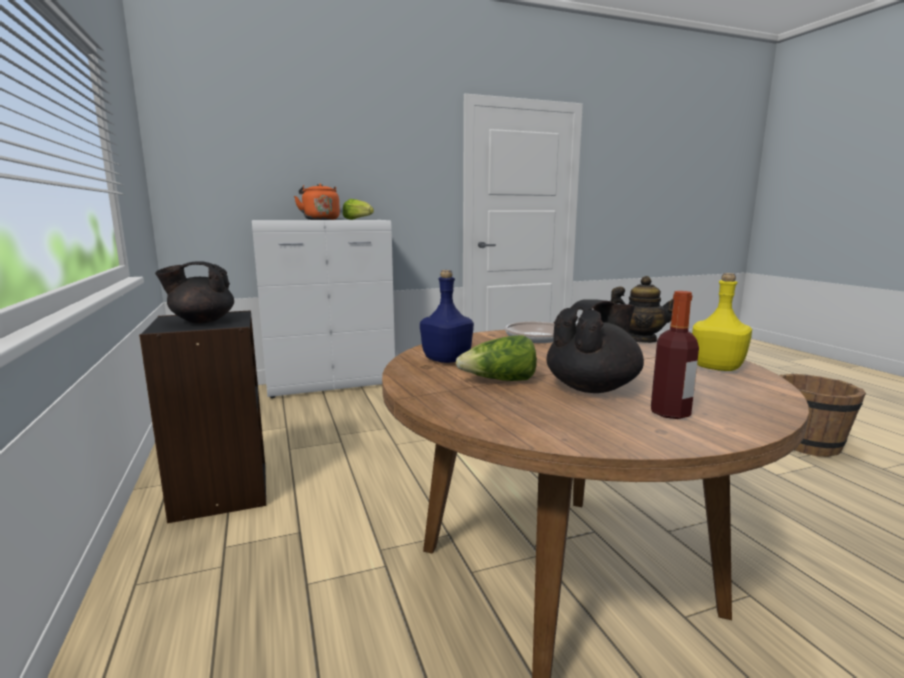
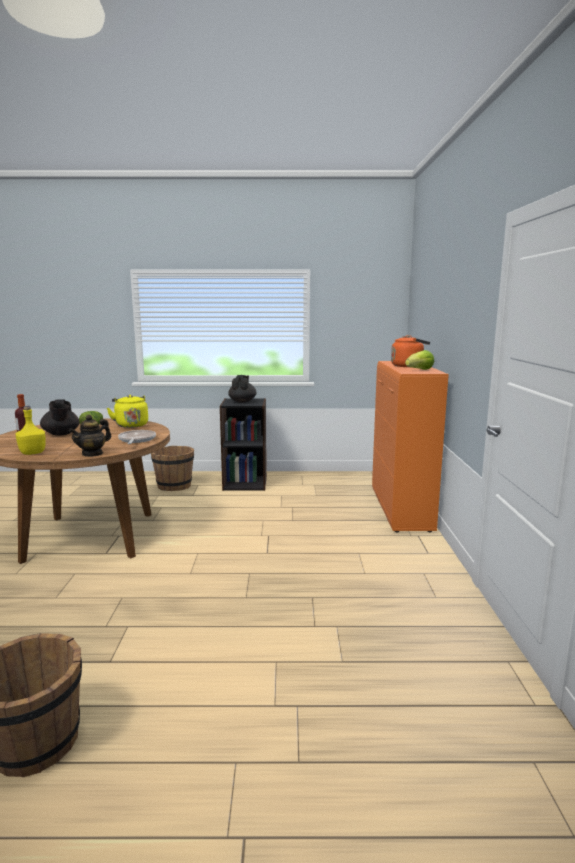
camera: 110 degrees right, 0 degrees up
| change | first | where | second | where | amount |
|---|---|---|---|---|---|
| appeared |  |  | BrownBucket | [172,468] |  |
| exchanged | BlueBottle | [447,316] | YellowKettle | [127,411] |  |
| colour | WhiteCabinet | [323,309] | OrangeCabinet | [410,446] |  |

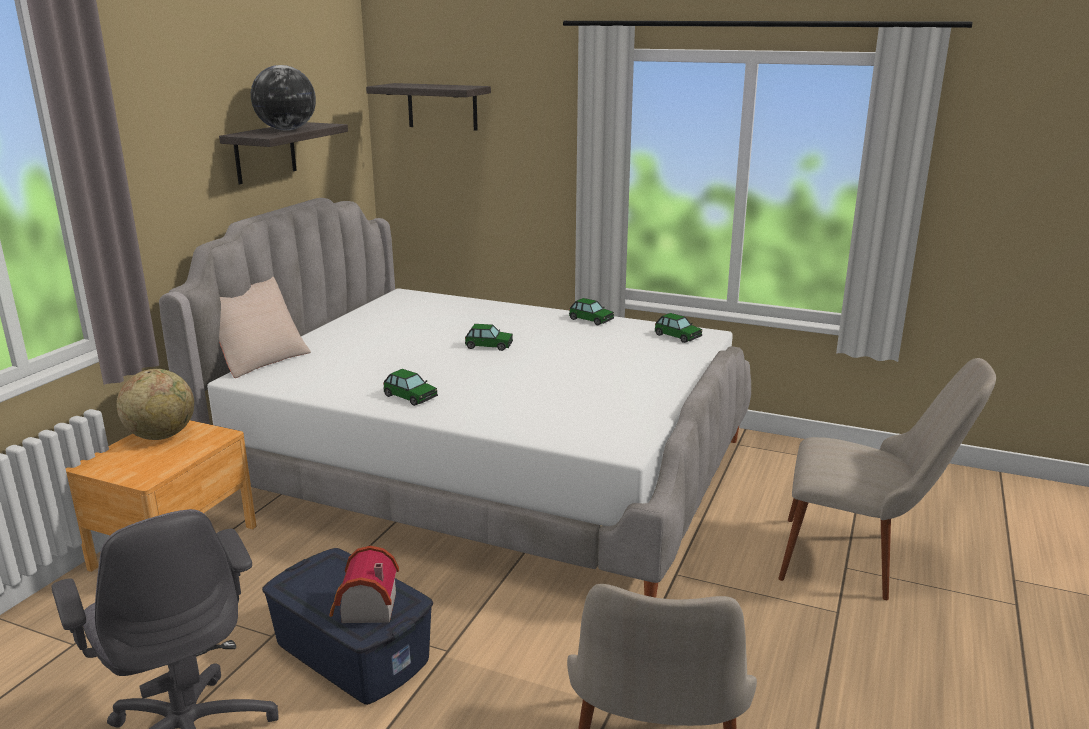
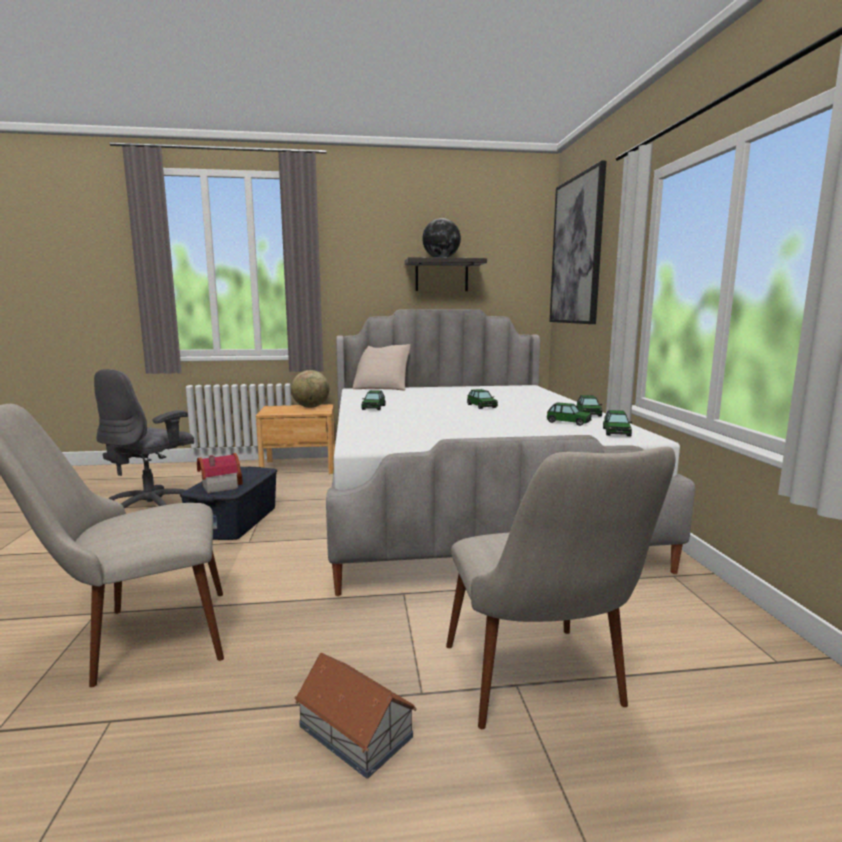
camera: 60 degrees right, 10 degrees down
| change | first | where | second | where | amount |
|---|---|---|---|---|---|
| appeared |  |  | ToyHouse | [355,716] |  |
| appeared |  |  | ToyCar | [569,414] |  |
| exchanged | Shelf | [428,107] | Picture | [577,242] |  |

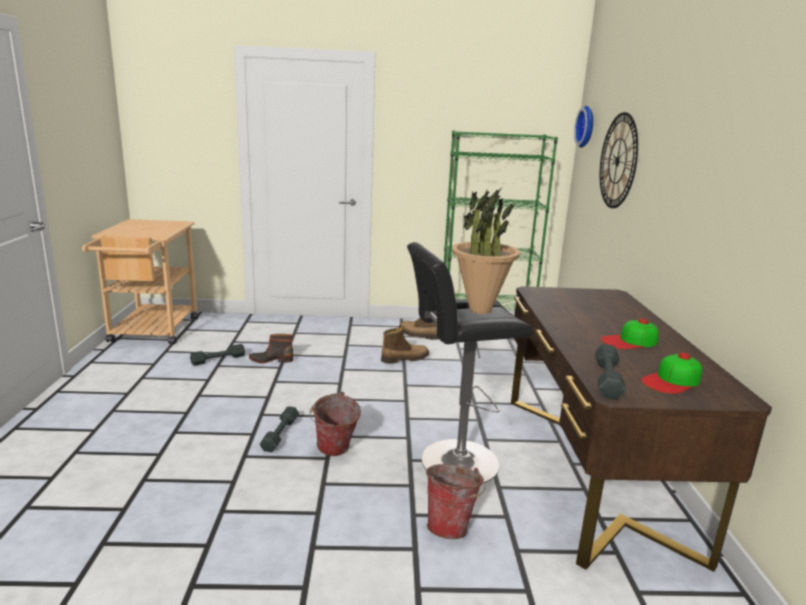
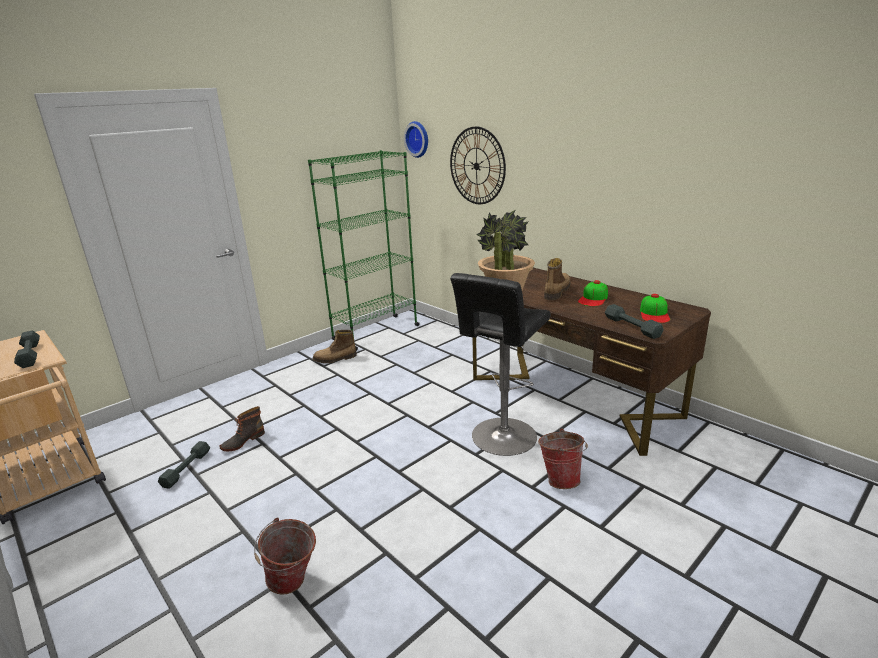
camera: 40 degrees left, 5 degrees up
| change | first | where | second | where | amount |
|---|---|---|---|---|---|
| relocated | GreyDumbbell | [279,429] |  | [27,349] |  |
| relocated | Bucket | [335,424] |  | [285,556] |  |
| relocated | Boot | [405,345] |  | [557,279] |  |

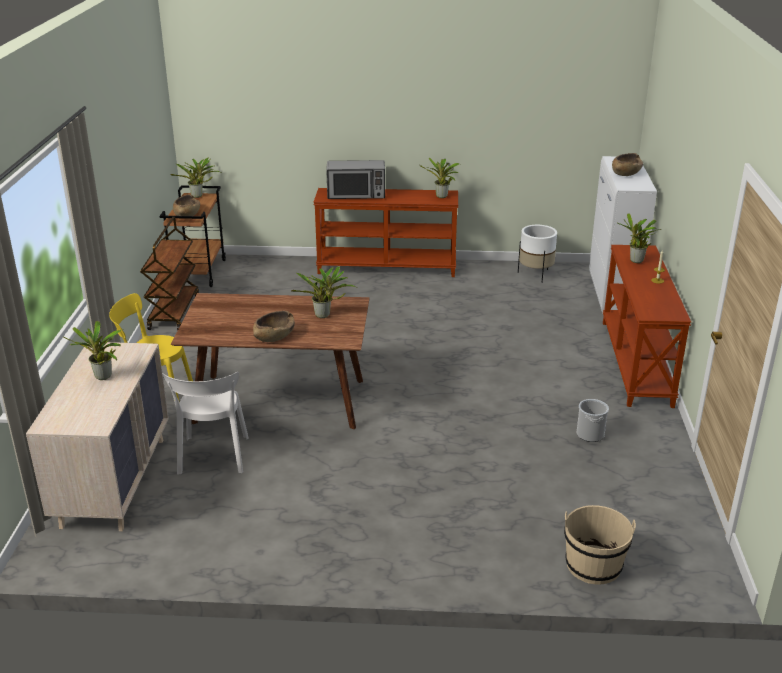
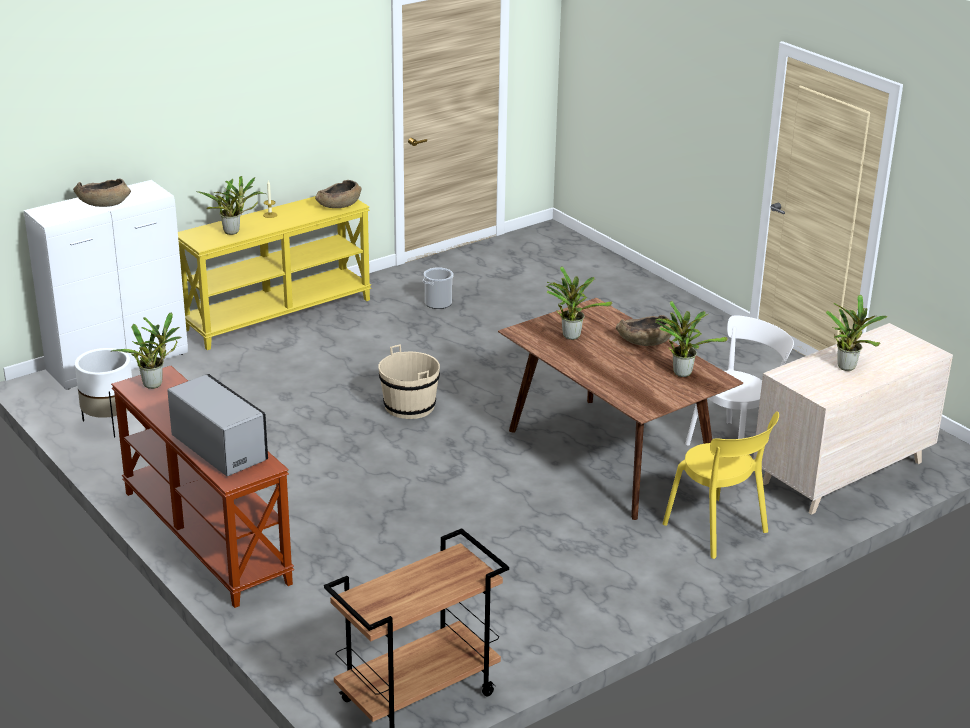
camera: 130 degrees left, 0 degrees up
| change | first | where | second | where | amount |
|---|---|---|---|---|---|
| missing | BrownCart | [169,274] |  |  |  |
| relocated | PottedPlant | [194,178] |  | [691,339] |  |
| relocated | BrownBowl | [186,205] |  | [338,194] |  |
| relocated | BeigeBucket | [600,545] |  | [409,381] |  |
| colour | BrownConsoleTable | [647,326] | YellowConsoleTable | [274,273] |  |

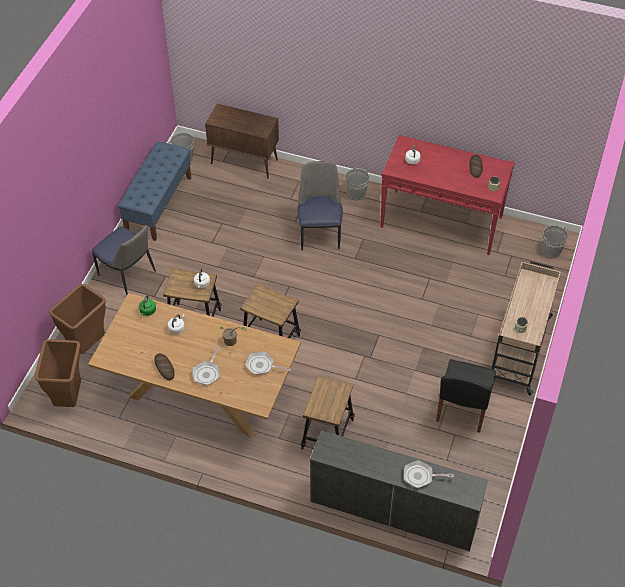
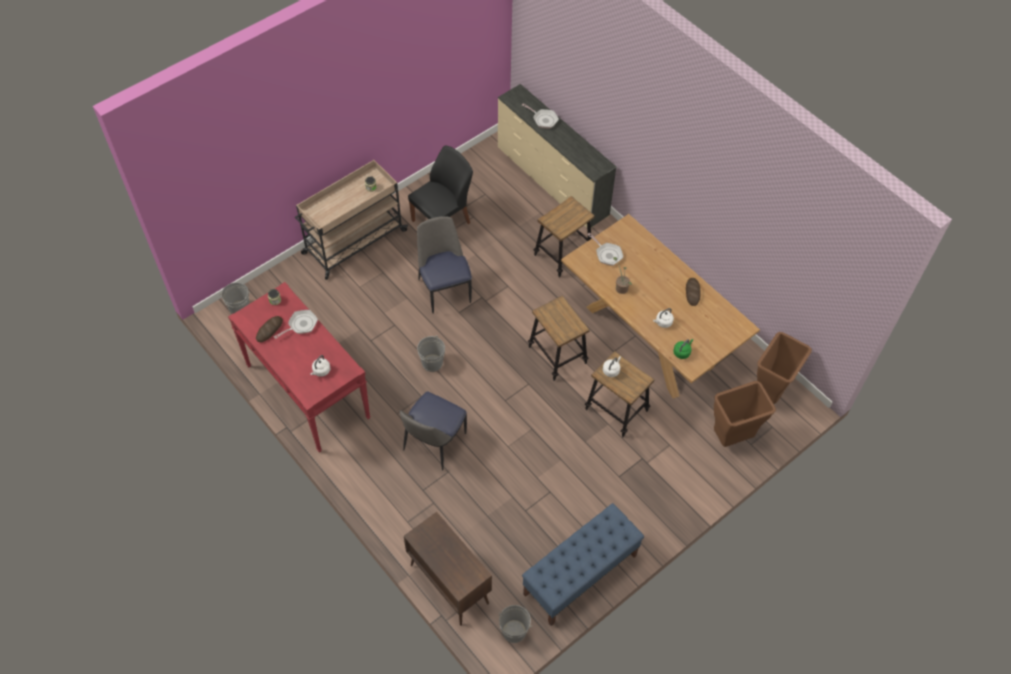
camera: 150 degrees left, 5 degrees up
| change | first | where | second | where | amount |
|---|---|---|---|---|---|
| relocated | Chair | [124,259] |  | [444,265] |  |
| relocated | FryingPan | [206,366] |  | [296,324] |  |
| relocated | GreyBucket | [357,184] |  | [431,353] |  |

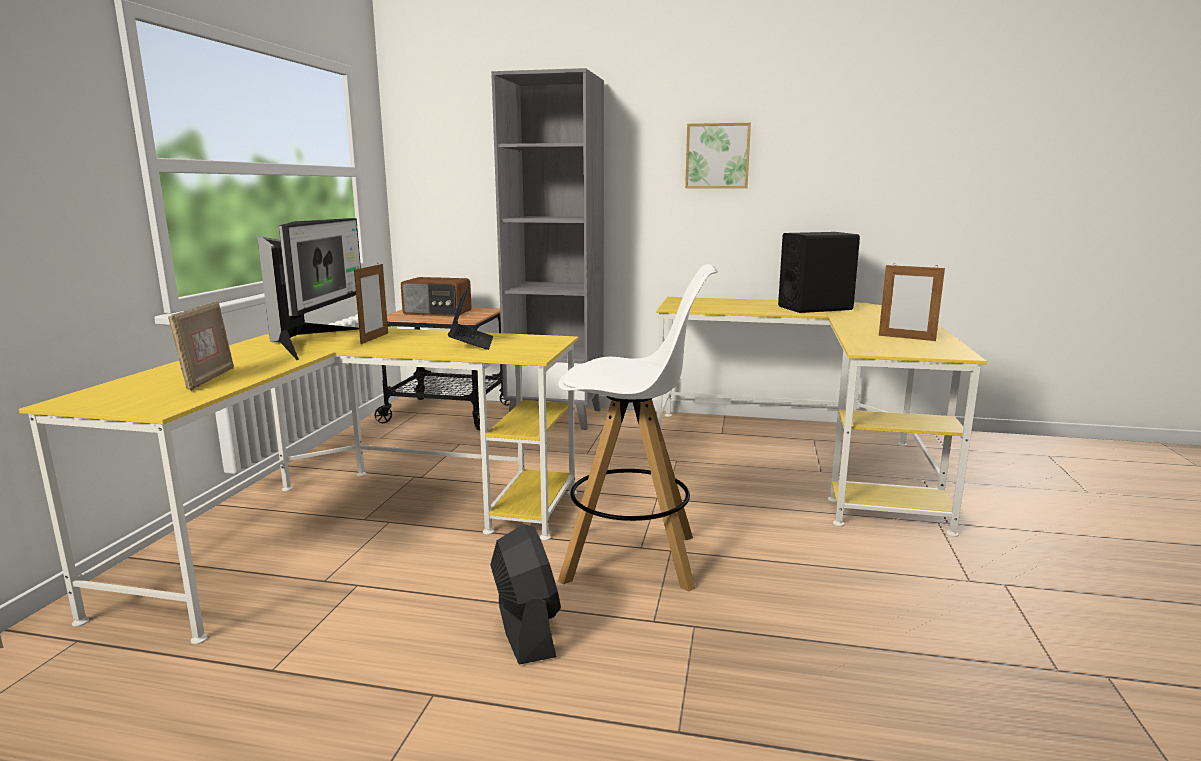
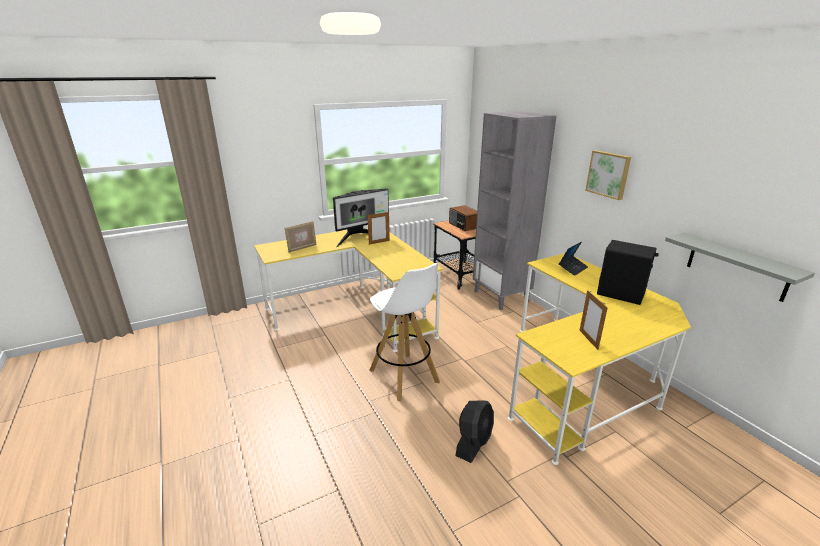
camera: 50 degrees right, 10 degrees up
| change | first | where | second | where | amount |
|---|---|---|---|---|---|
| appeared |  |  | GreyShelf | [740,267] |  |
| relocated | Laptop | [470,318] |  | [573,258] |  |
| relocated | BlackFan | [525,594] |  | [474,431] |  |

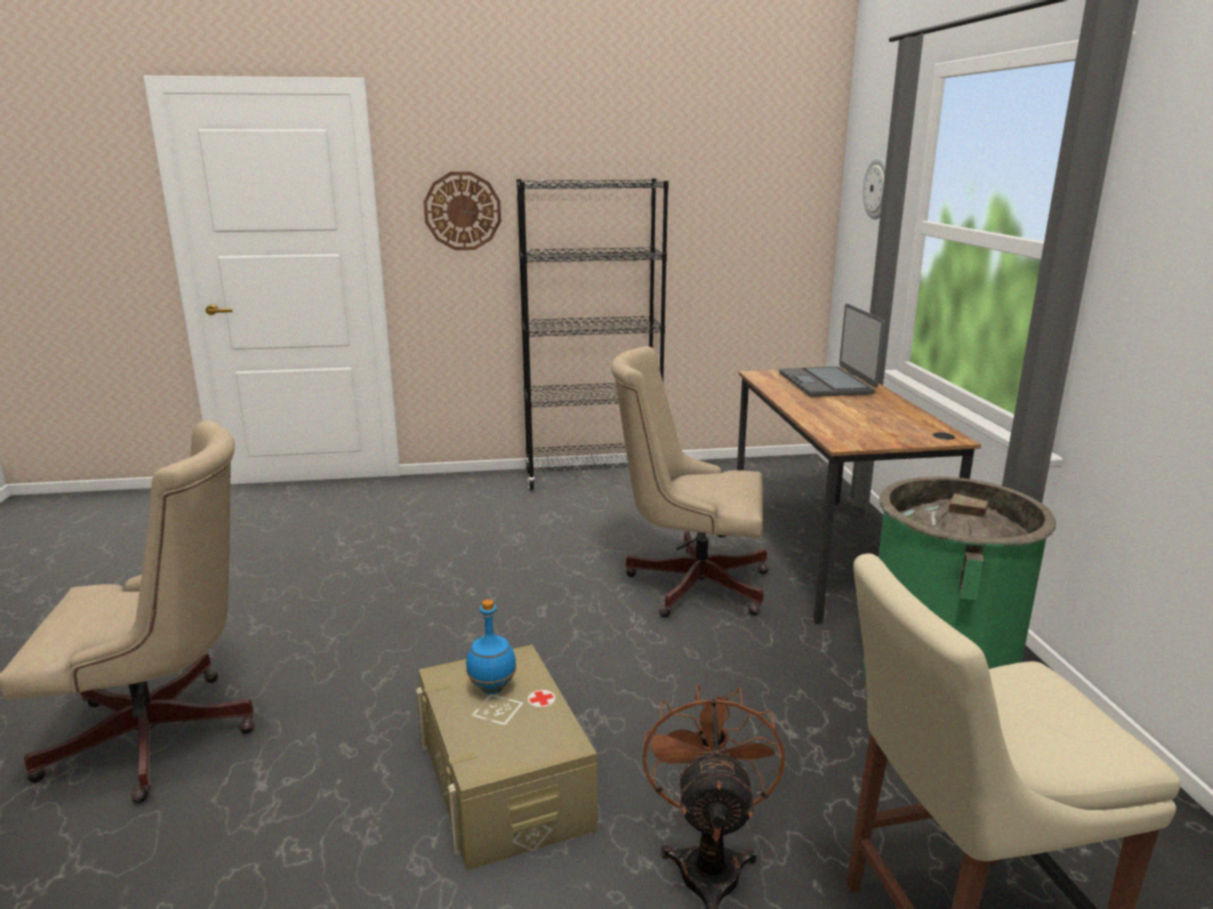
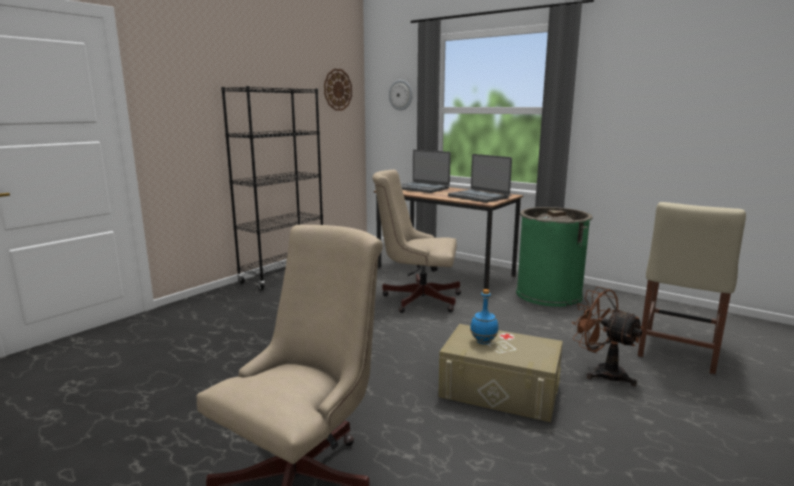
camera: 45 degrees left, 5 degrees down
| change | first | where | second | where | amount |
|---|---|---|---|---|---|
| appeared |  |  | Laptop | [480,178] |  |
| relocated | WallClock | [462,211] |  | [338,90] |  |
| spun | BeigeOfficeChair | [690,481] |  | [416,241] | 45 degrees clockwise |

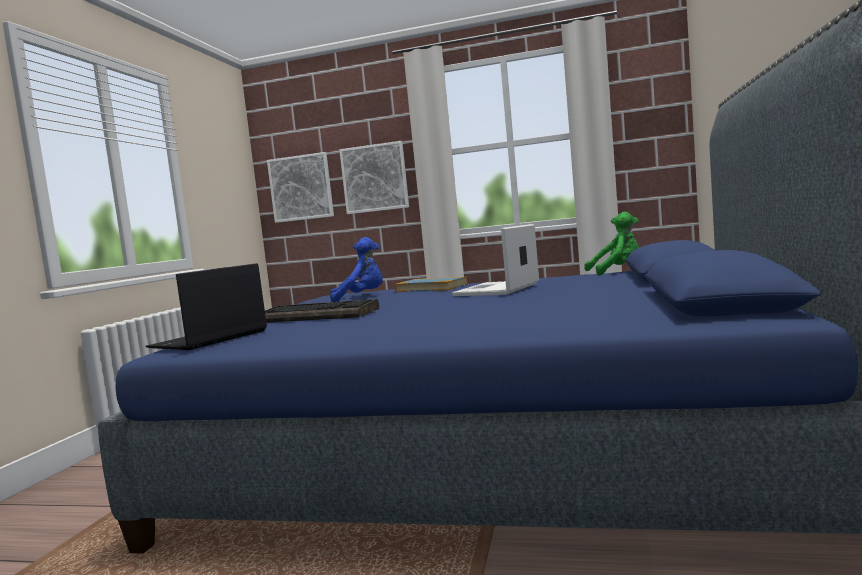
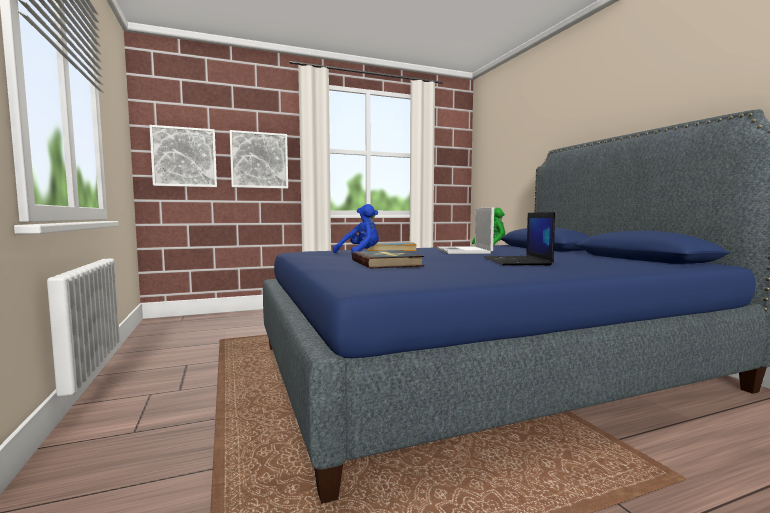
camera: 35 degrees left, 0 degrees up
| change | first | where | second | where | amount |
|---|---|---|---|---|---|
| relocated | Laptop | [206,306] |  | [519,239] |  |
| exchanged | Keyboard | [322,310] | Book | [388,259] |  |

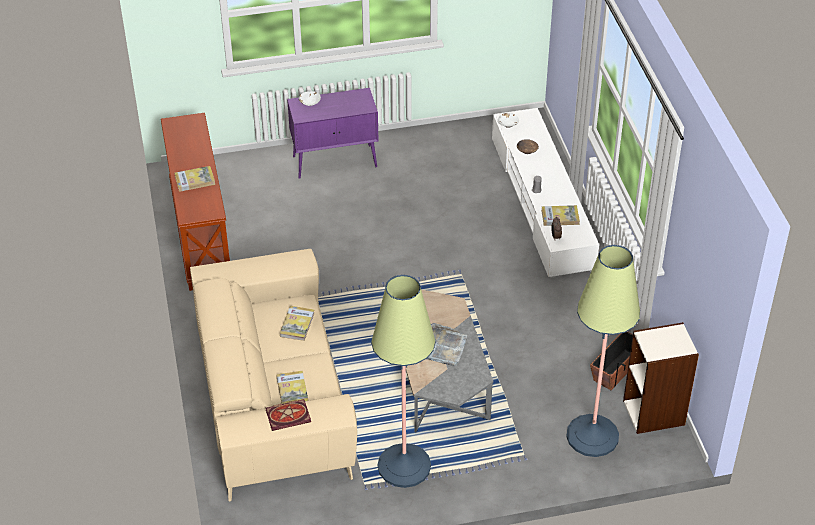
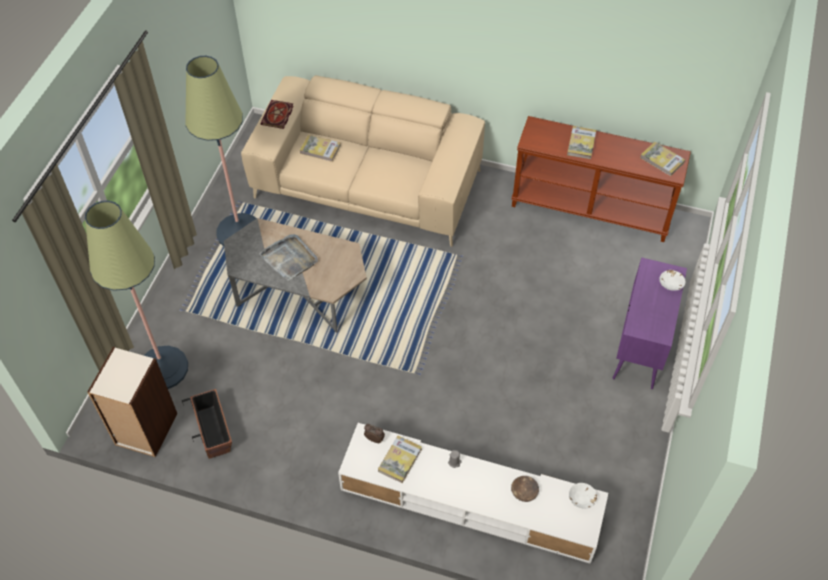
camera: 120 degrees right, 10 degrees up
| change | first | where | second | where | amount |
|---|---|---|---|---|---|
| relocated | Book | [297,323] |  | [662,159] |  |

